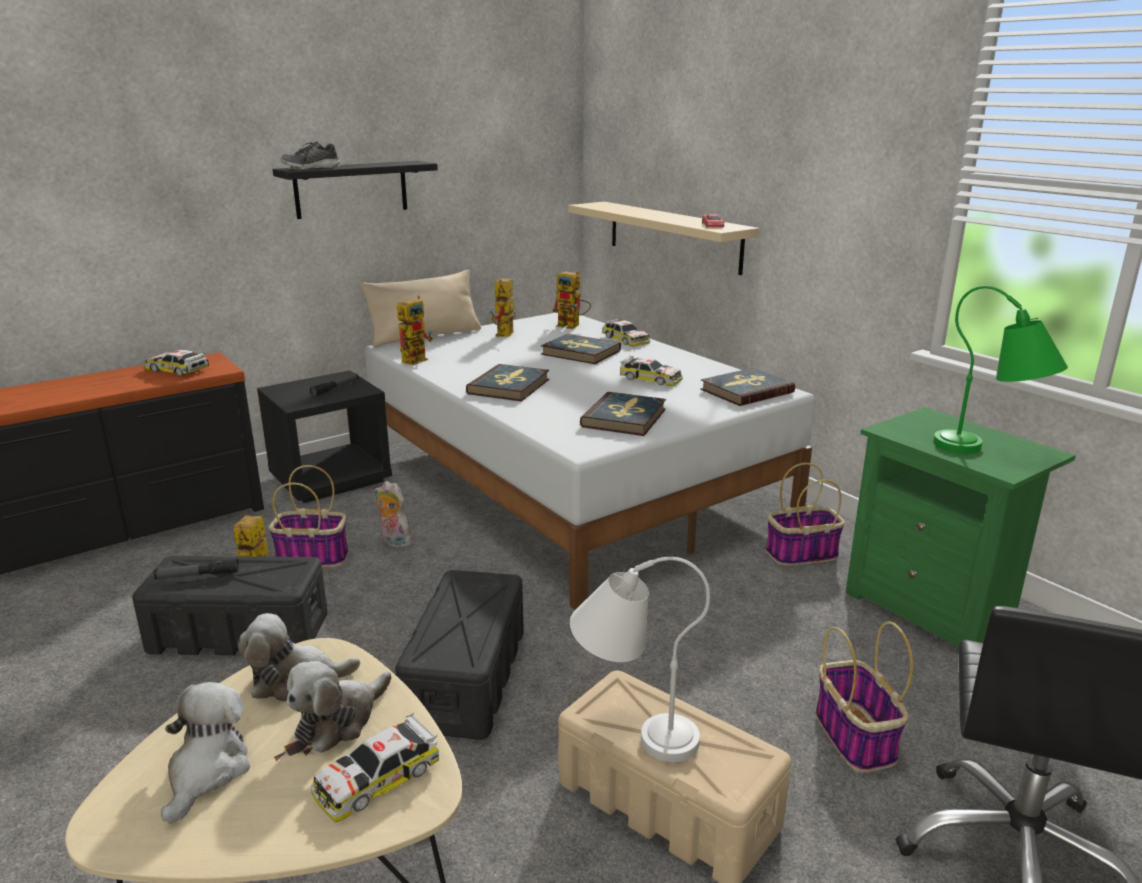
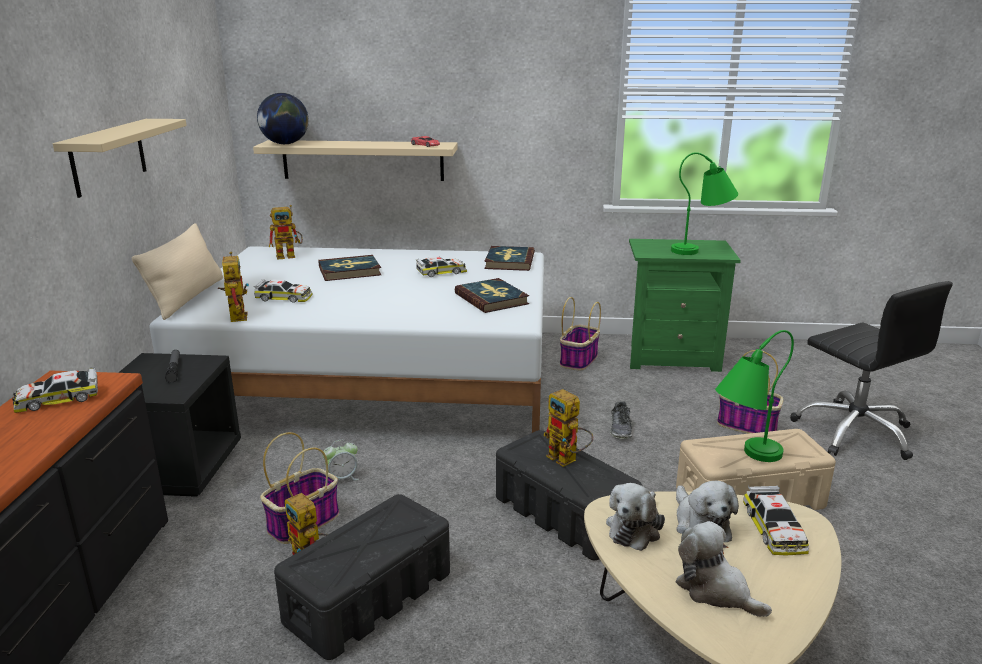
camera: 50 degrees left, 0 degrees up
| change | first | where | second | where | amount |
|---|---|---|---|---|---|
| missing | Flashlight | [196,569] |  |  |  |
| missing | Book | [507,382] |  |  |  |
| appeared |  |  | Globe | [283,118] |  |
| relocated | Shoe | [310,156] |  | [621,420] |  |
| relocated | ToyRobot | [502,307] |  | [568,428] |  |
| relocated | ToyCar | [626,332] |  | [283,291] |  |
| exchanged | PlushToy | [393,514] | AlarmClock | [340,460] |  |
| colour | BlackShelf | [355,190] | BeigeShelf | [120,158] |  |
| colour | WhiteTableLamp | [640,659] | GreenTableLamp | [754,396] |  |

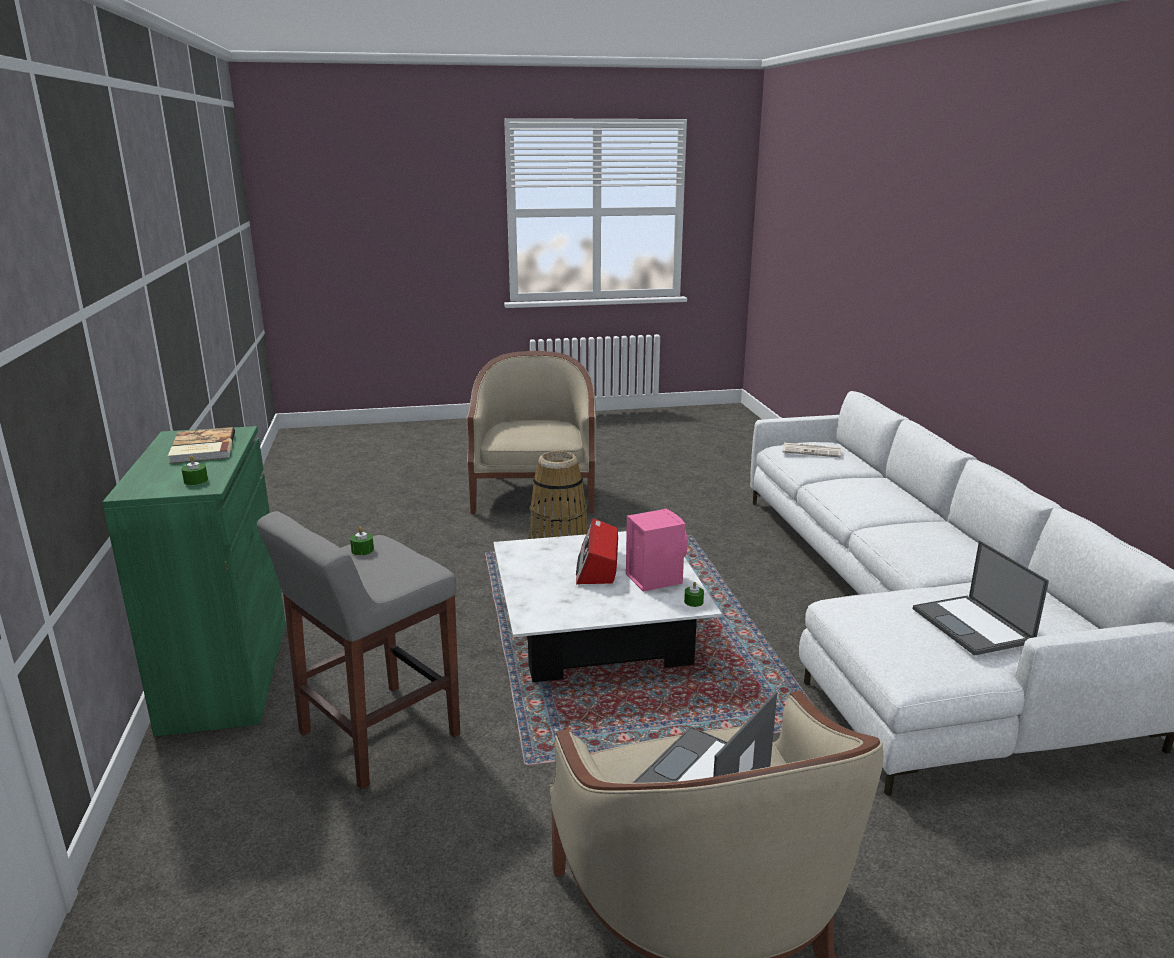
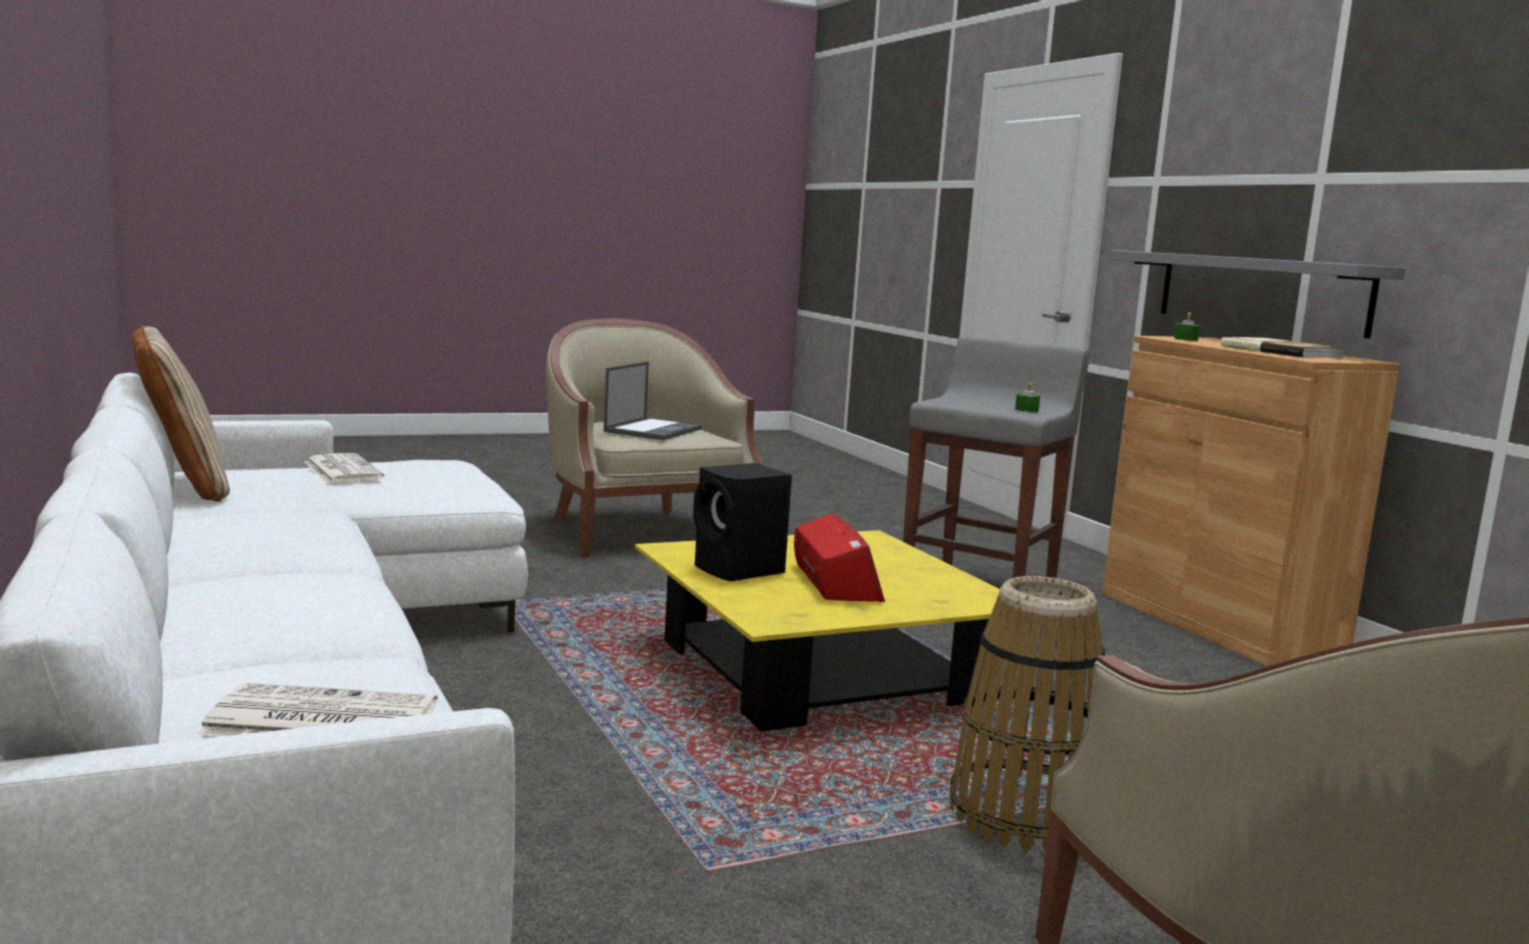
camera: 165 degrees right, 10 degrees down
| change | first | where | second | where | amount |
|---|---|---|---|---|---|
| missing | GreenCandle | [694,594] |  |  |  |
| appeared |  |  | BeigePillow | [181,414] |  |
| appeared |  |  | GreyShelf | [1258,294] |  |
| exchanged | Laptop | [981,598] | Newspaper | [344,468] |  |
| colour | GreenCabinet | [194,581] | BrownCabinet | [1251,501] |  |
| colour | WhiteCoffeeTable | [607,606] | YellowCoffeeTable | [817,631] |  |
| colour | PinkSpeaker | [657,550] | BlackSpeaker | [742,522] |  |

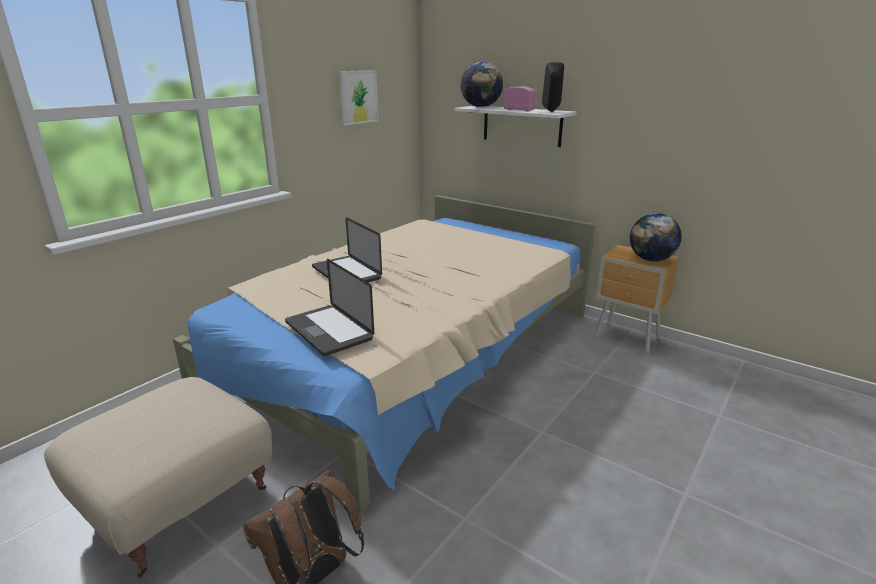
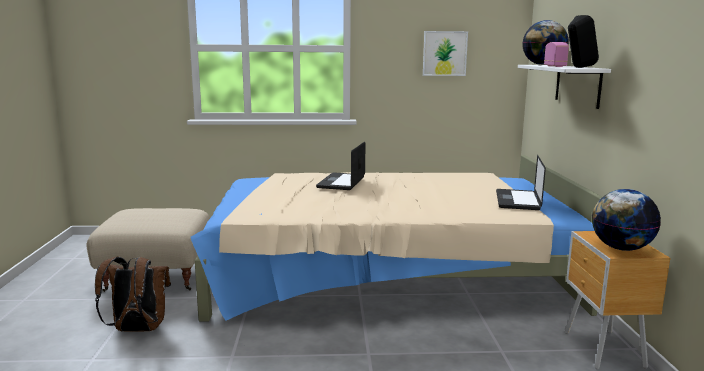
camera: 50 degrees right, 10 degrees down
| change | first | where | second | where | amount |
|---|---|---|---|---|---|
| relocated | Laptop | [329,307] |  | [521,182] |  |

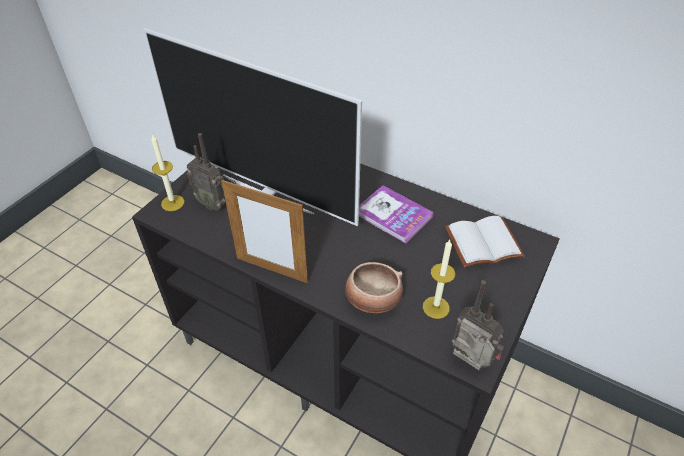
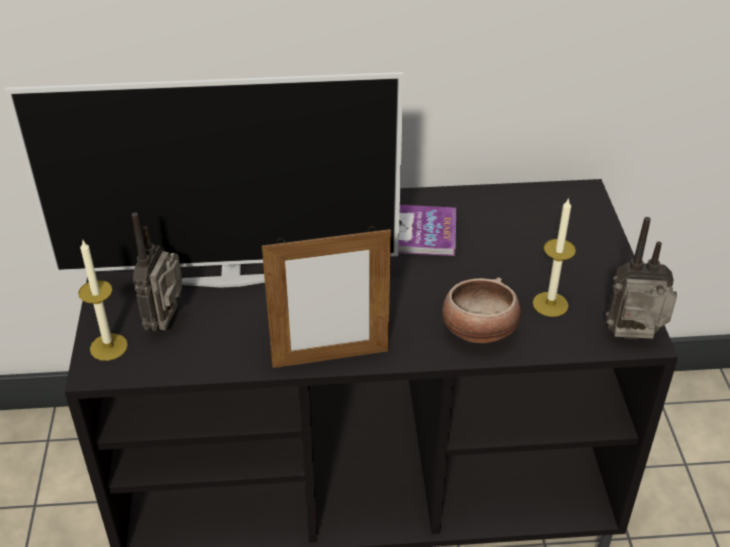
camera: 35 degrees left, 5 degrees down
| change | first | where | second | where | amount |
|---|---|---|---|---|---|
| missing | WhiteBook | [485,242] |  |  |  |
| spun | Radio | [205,171] |  | [157,271] | 105 degrees clockwise |

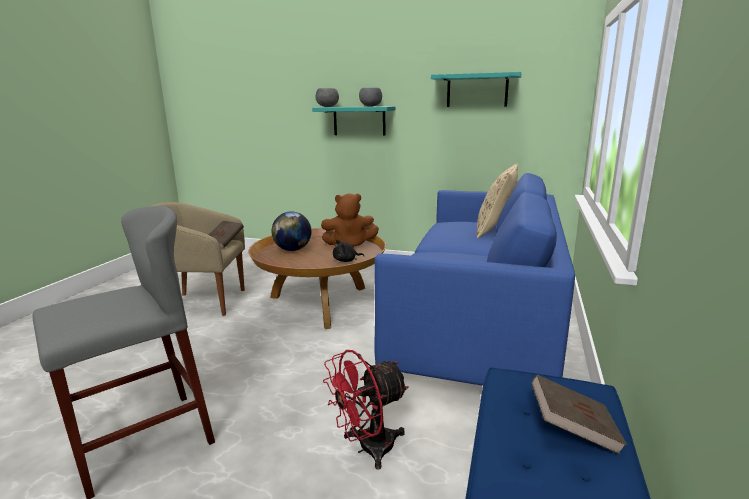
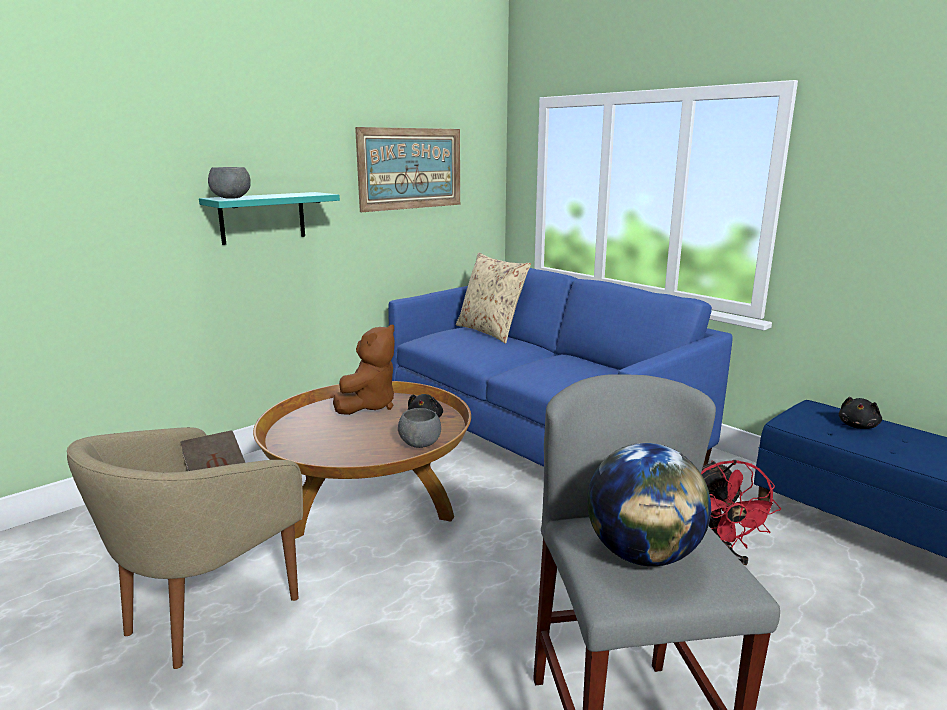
camera: 60 degrees left, 0 degrees up
| change | first | where | second | where | amount |
|---|---|---|---|---|---|
| relocated | Globe | [291,231] |  | [649,504] |  |
| relocated | GreyBowl | [370,97] |  | [419,428] |  |
| exchanged | TurquoiseShelf | [476,89] | Picture | [407,169] |  |
| exchanged | BrownBook | [579,414] | BlackPlushToy | [860,413] |  |

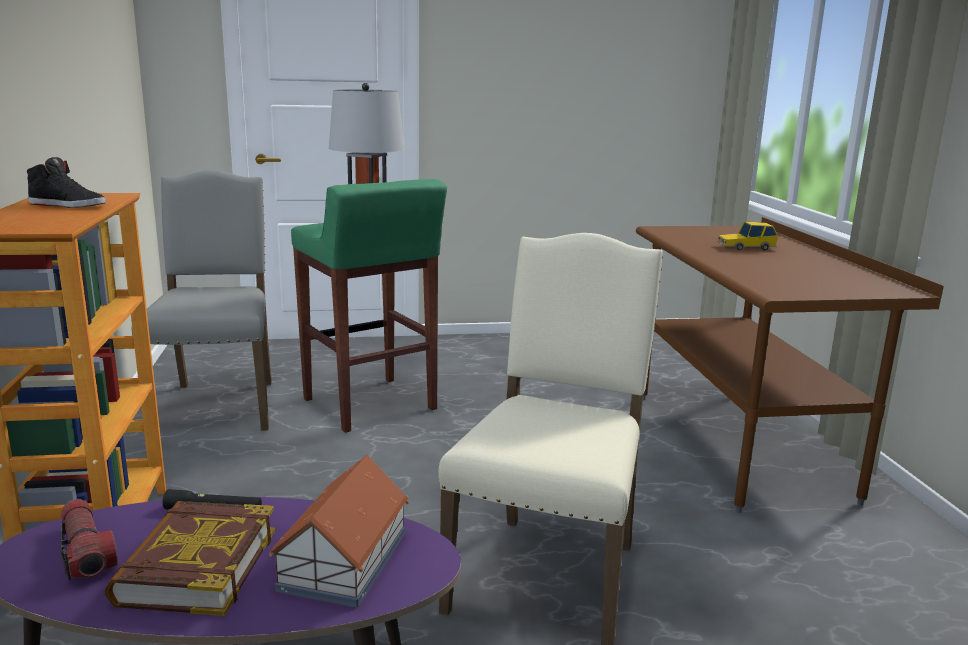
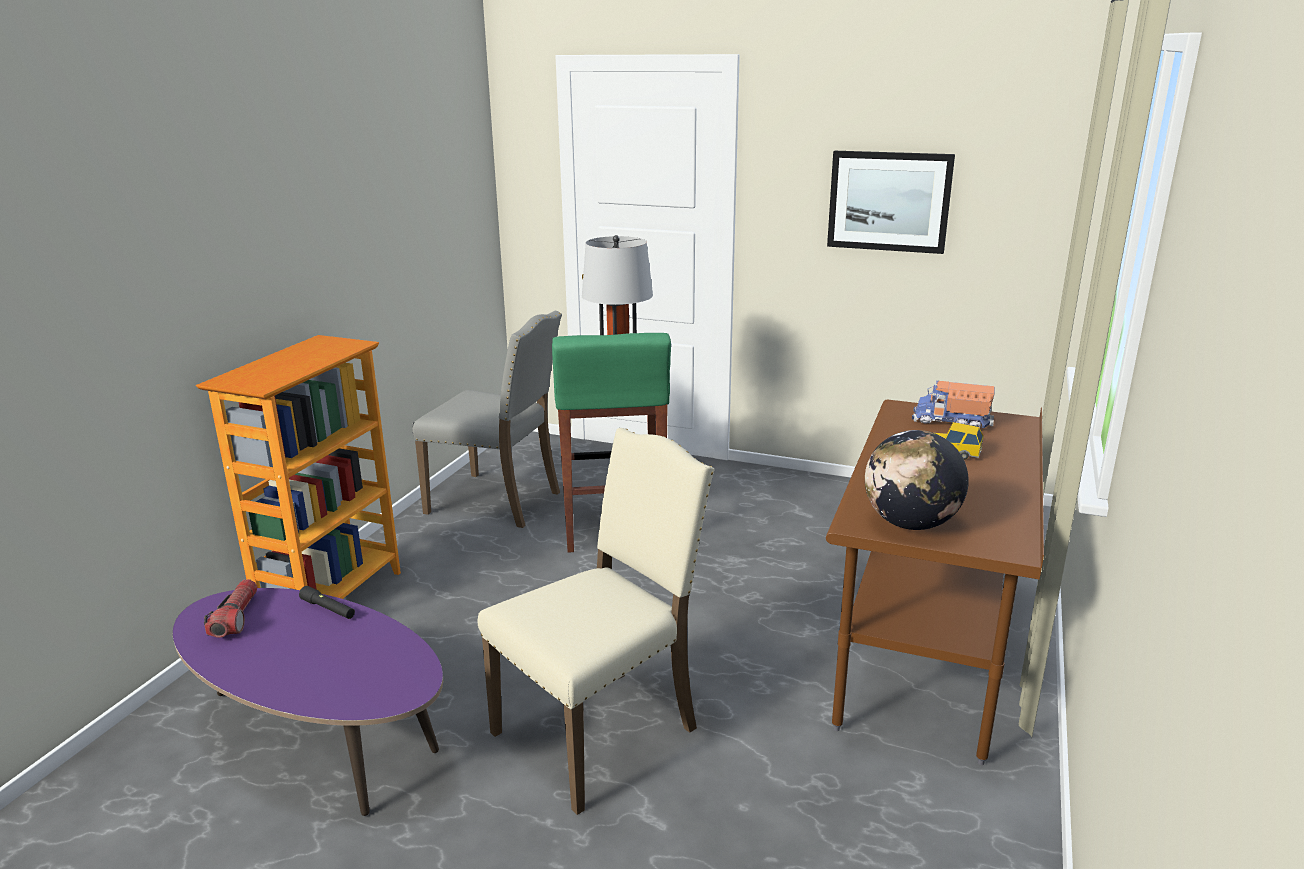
camera: 30 degrees right, 5 degrees up
| change | first | where | second | where | amount |
|---|---|---|---|---|---|
| missing | BlackShoe | [66,182] |  |  |  |
| missing | Book | [190,558] |  |  |  |
| missing | ToyHouse | [339,531] |  |  |  |
| appeared |  |  | Picture | [891,202] |  |
| appeared |  |  | Globe | [917,480] |  |
| appeared |  |  | ToyTruck | [953,404] |  |
| spun | GreyChair | [202,300] |  | [487,419] | 90 degrees clockwise |

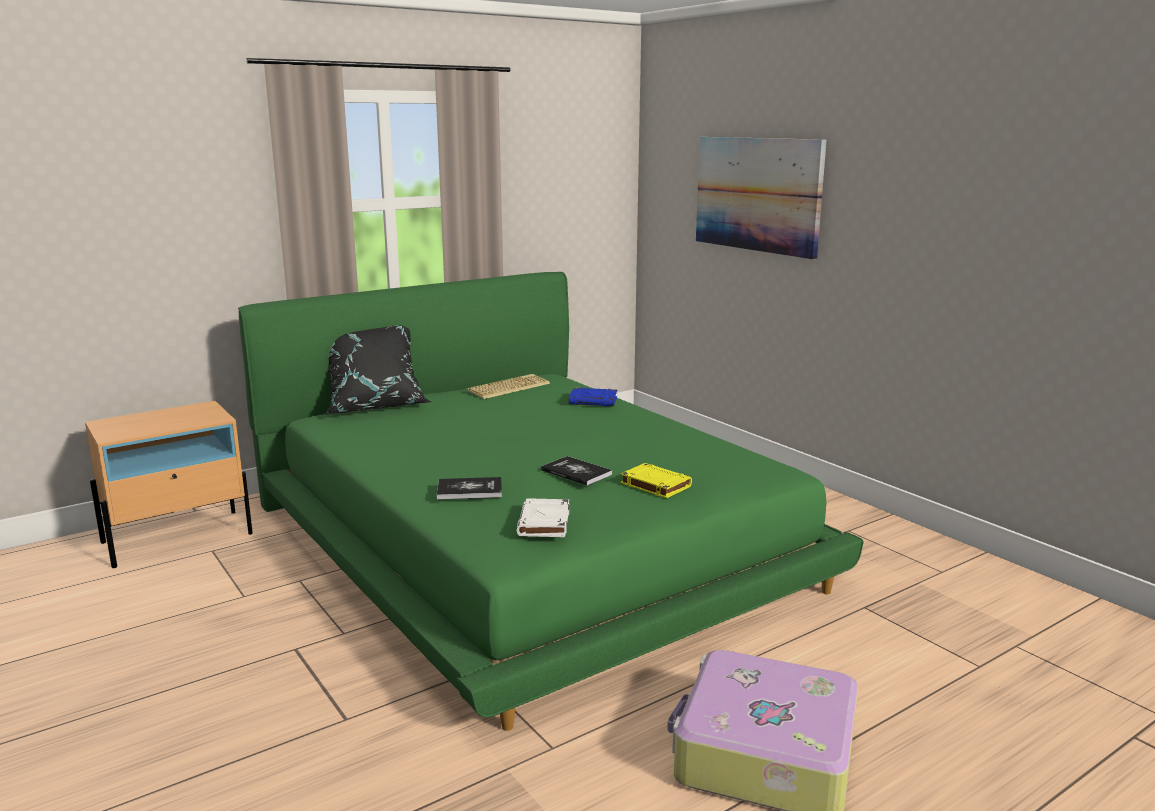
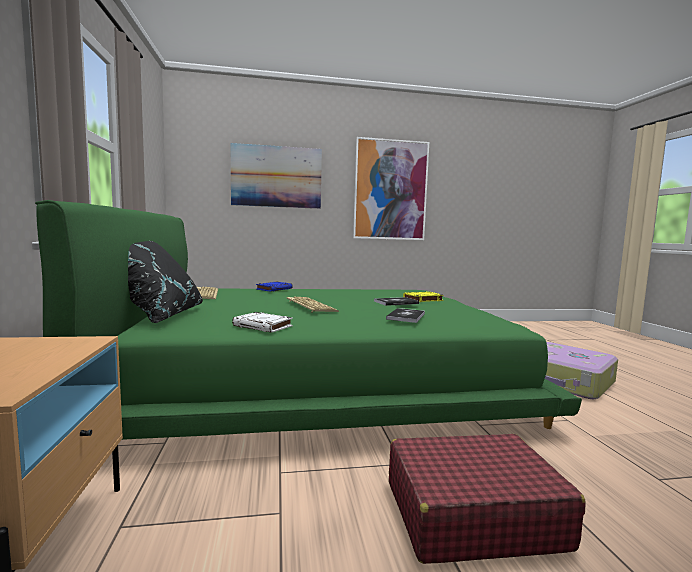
camera: 65 degrees left, 10 degrees down
| change | first | where | second | where | amount |
|---|---|---|---|---|---|
| appeared |  |  | Keyboard | [313,304] |  |
| appeared |  |  | Picture | [391,188] |  |
| appeared |  |  | RedSuitcase | [487,499] |  |
| relocated | WhiteBook | [543,517] |  | [262,322] |  |

